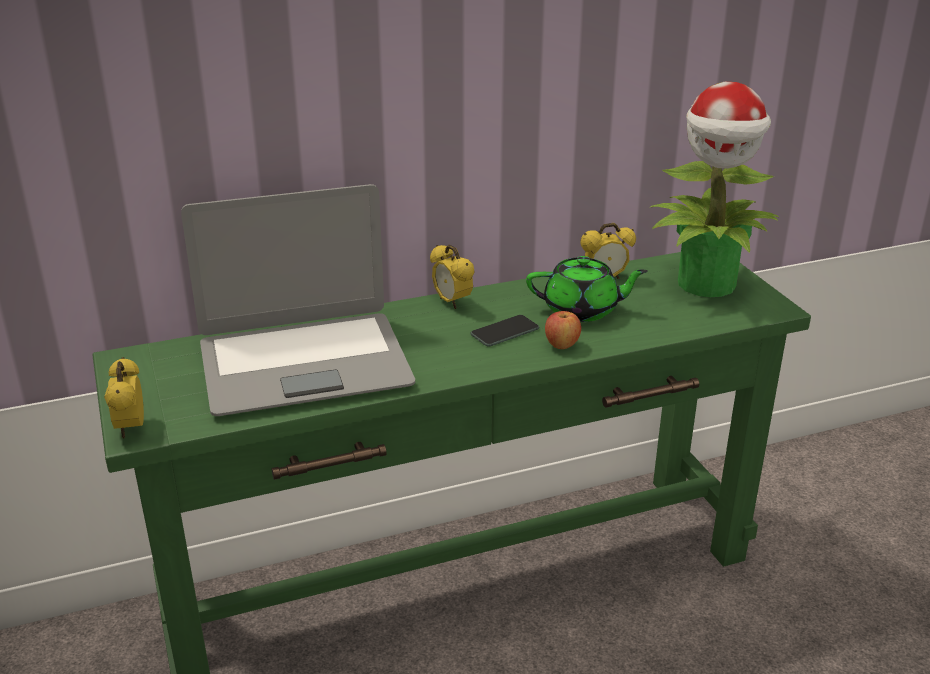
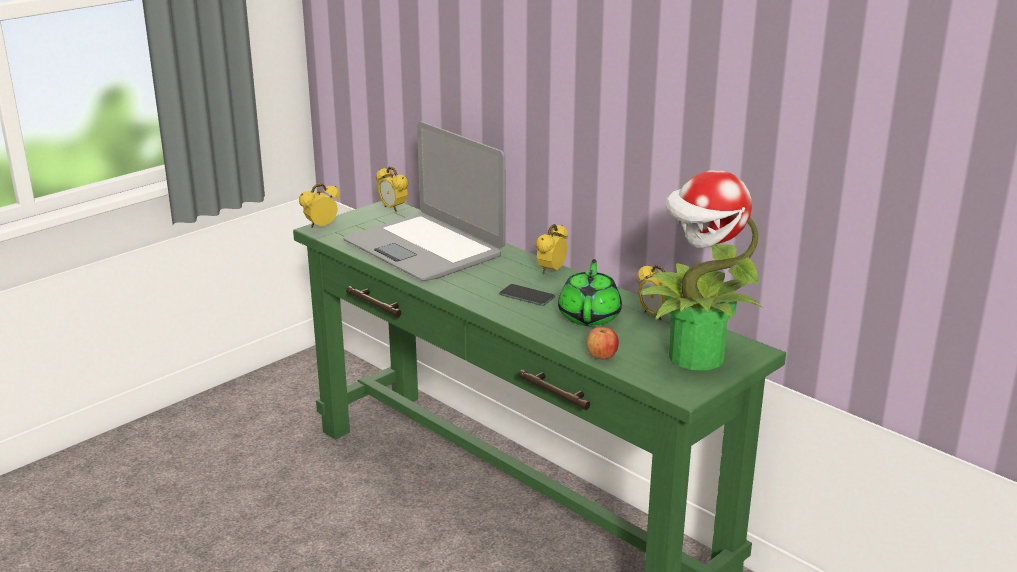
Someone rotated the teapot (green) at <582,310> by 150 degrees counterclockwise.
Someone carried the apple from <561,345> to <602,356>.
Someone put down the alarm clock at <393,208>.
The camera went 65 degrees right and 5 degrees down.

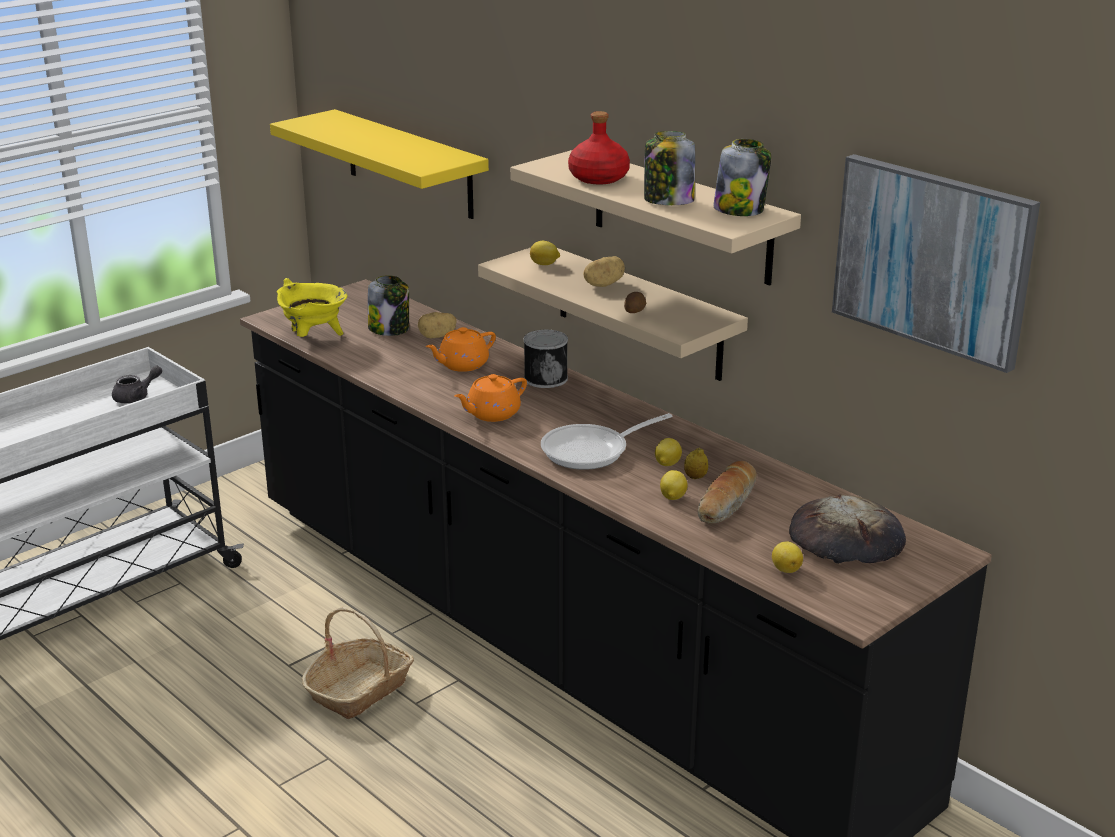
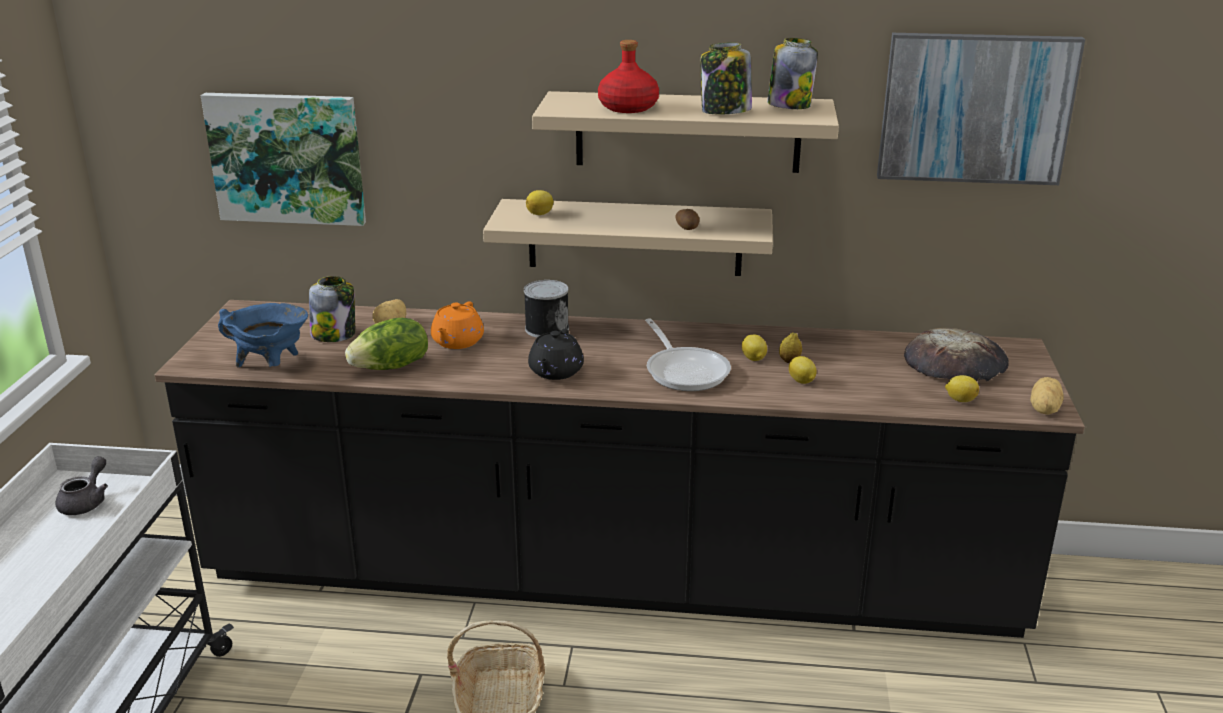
Someone swapped the shelf (yellow) at <409,164> for the picture at <287,158>.
Someone repainted the cooking pot (yellow) at <313,338>, which became the cooking pot (blue) at <271,366>.
Someone repainted the teapot (orange) at <492,414>, which became the teapot (black) at <555,372>.
Someone rotated the frying pan at <592,451> by 45 degrees counterclockwise.
Someone carried the potato from <603,284> to <1043,409>.
Someone took away the bread at <727,504>.
Someone put down the lettuce at <391,367>.
The camera went 40 degrees left and 0 degrees up.

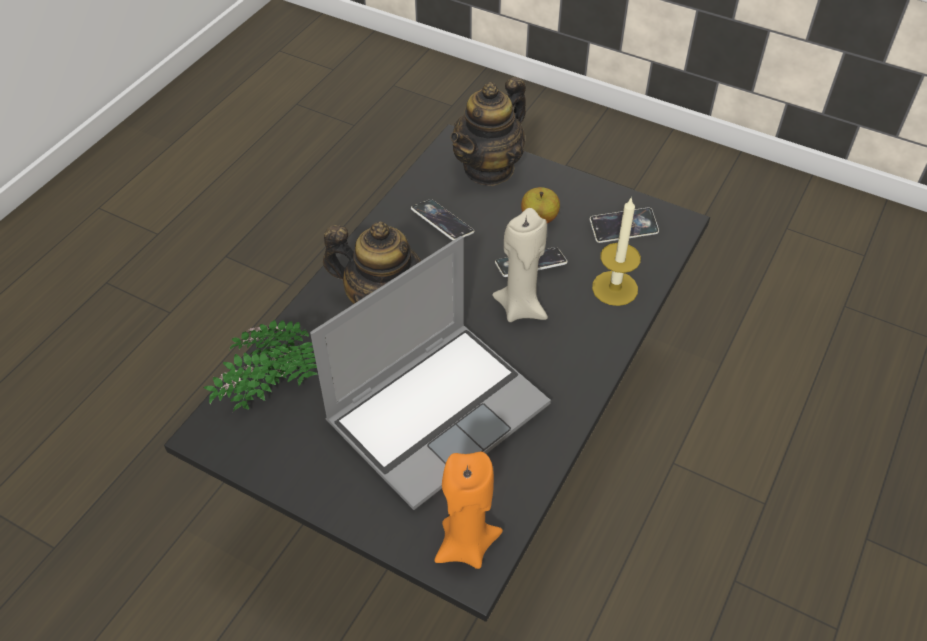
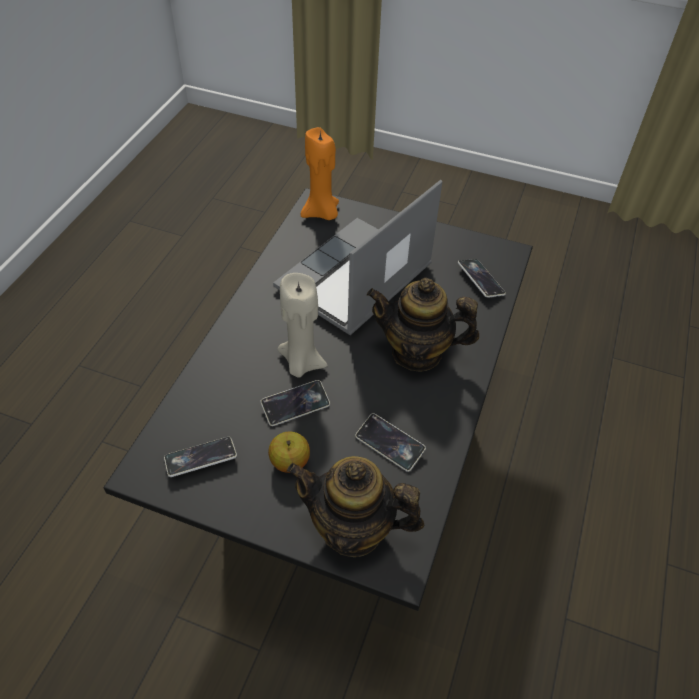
Someone swapped the potted plant at <268,392> for the phone at <480,280>.
Someone rotated the teapot at <489,168> by 105 degrees counterclockwise.
Someone took away the candle at <615,288>.
The camera went 170 degrees right and 0 degrees up.

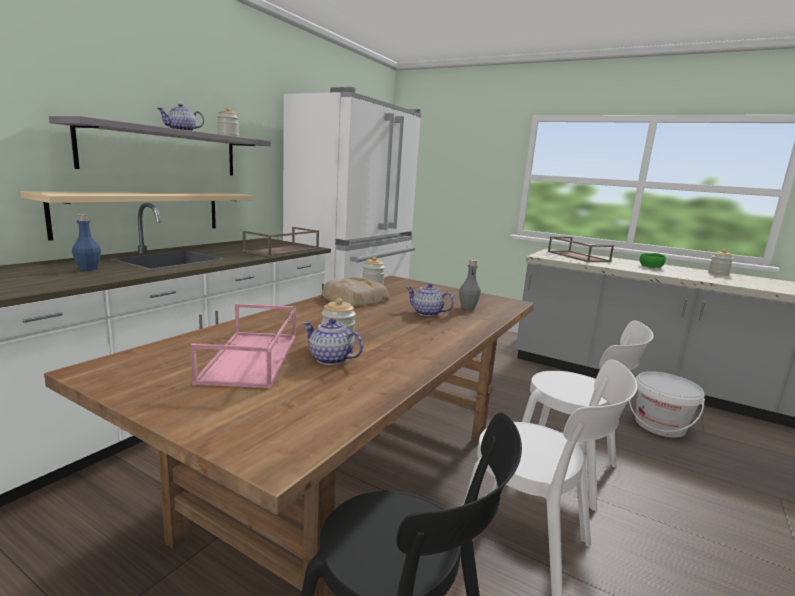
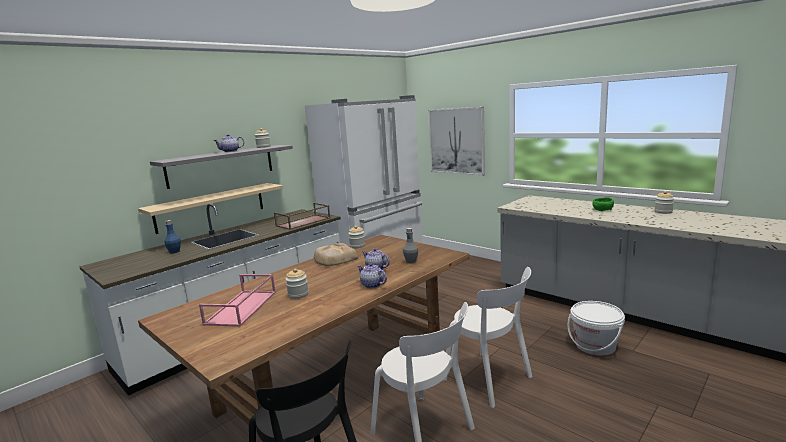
Someone carried the teapot from <330,359> to <372,285>.
Someone took away the tray (brown) at <577,256>.
Someone put up the picture at <456,141>.
The camera went 15 degrees right and 0 degrees up.

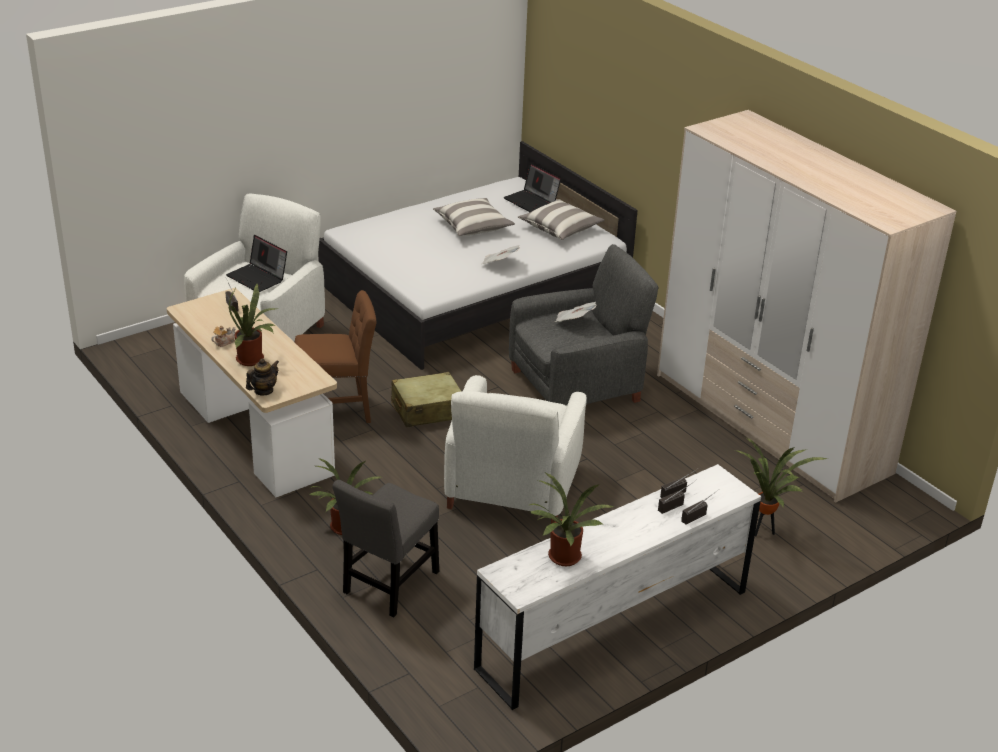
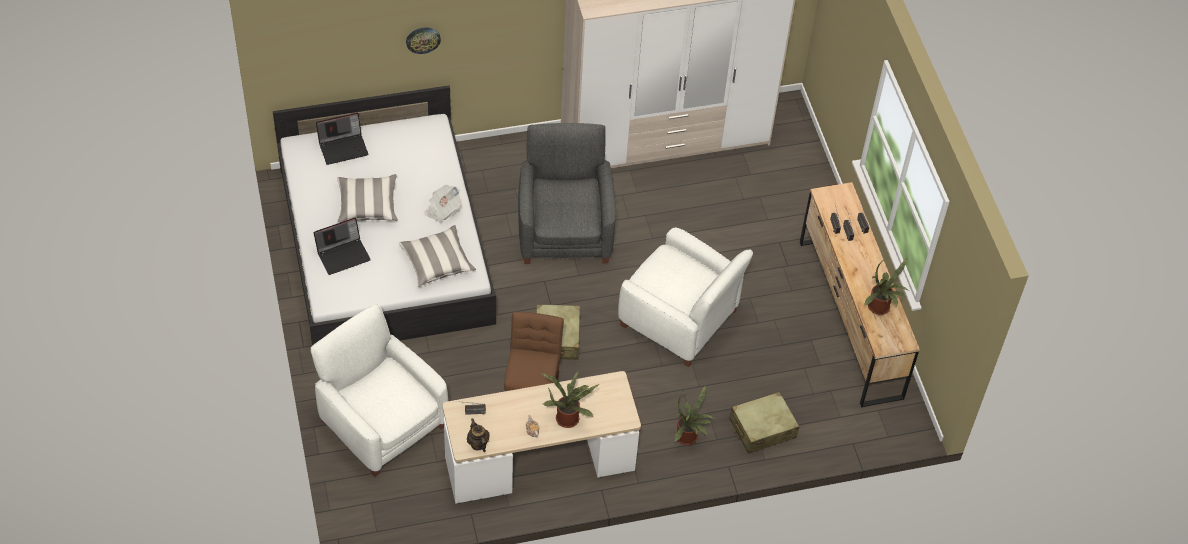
Someone carried the laptop from <258,278> to <343,254>.
Someone carried the teapot from <263,391> to <478,444>.
Someone swapped the chair (grey) at <389,585> for the suitcase (beige) at <762,428>.
Someone repainted the dresser (white) at <614,629>, which became the dresser (brown) at <849,318>.
Someone carried the pillow from <560,229> to <437,262>.
Someone took away the newspaper at <574,321>.
Someone took away the potted plant at <763,532>.
Someone put up the wall clock at <423,39>.
The camera went 70 degrees left and 20 degrees up.

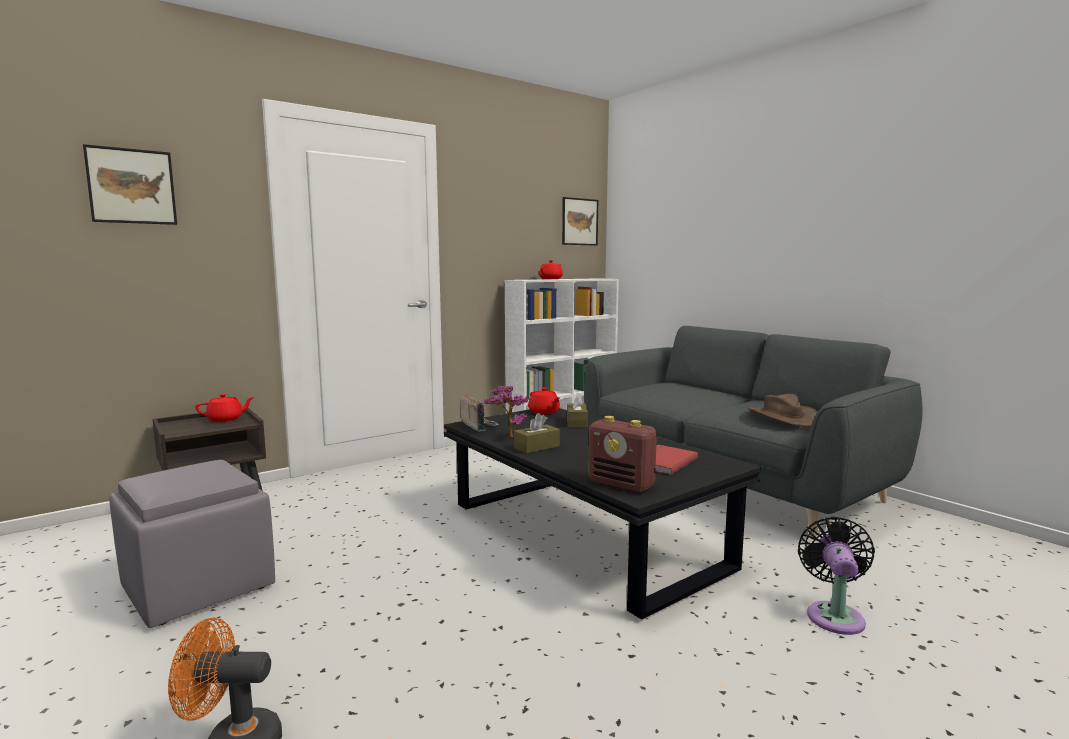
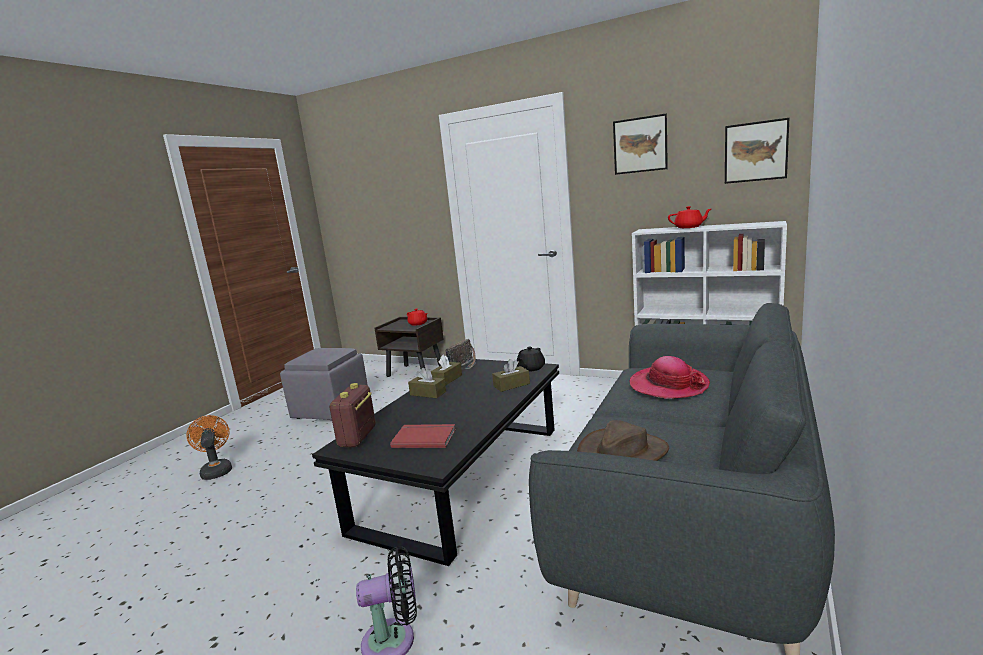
Someone carried the picture from <132,186> to <640,145>.
Someone swapped the potted plant at <508,436> for the tissue box (brown) at <447,379>.
Someone repainted the teapot (red) at <544,412>, which became the teapot (black) at <530,368>.
Someone put down the hat at <668,385>.
The camera went 65 degrees right and 5 degrees up.

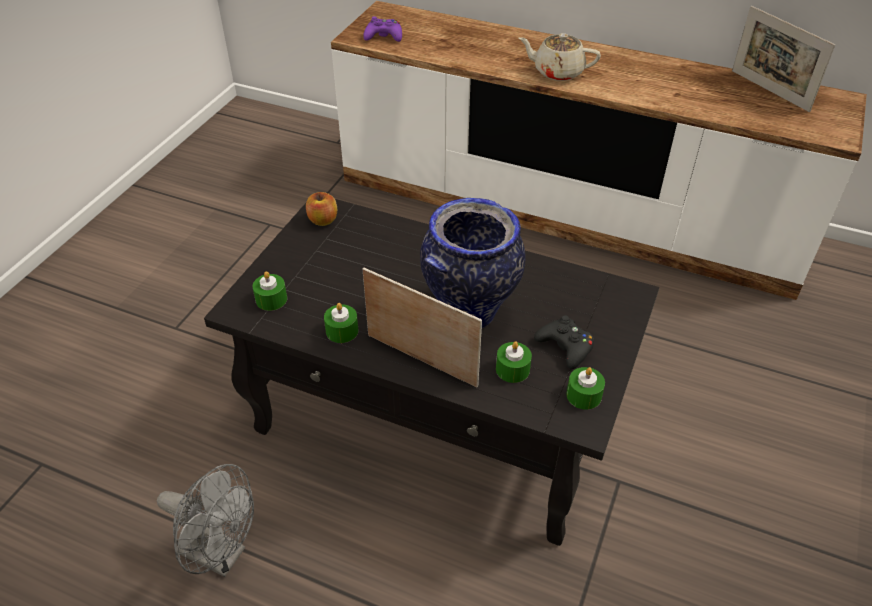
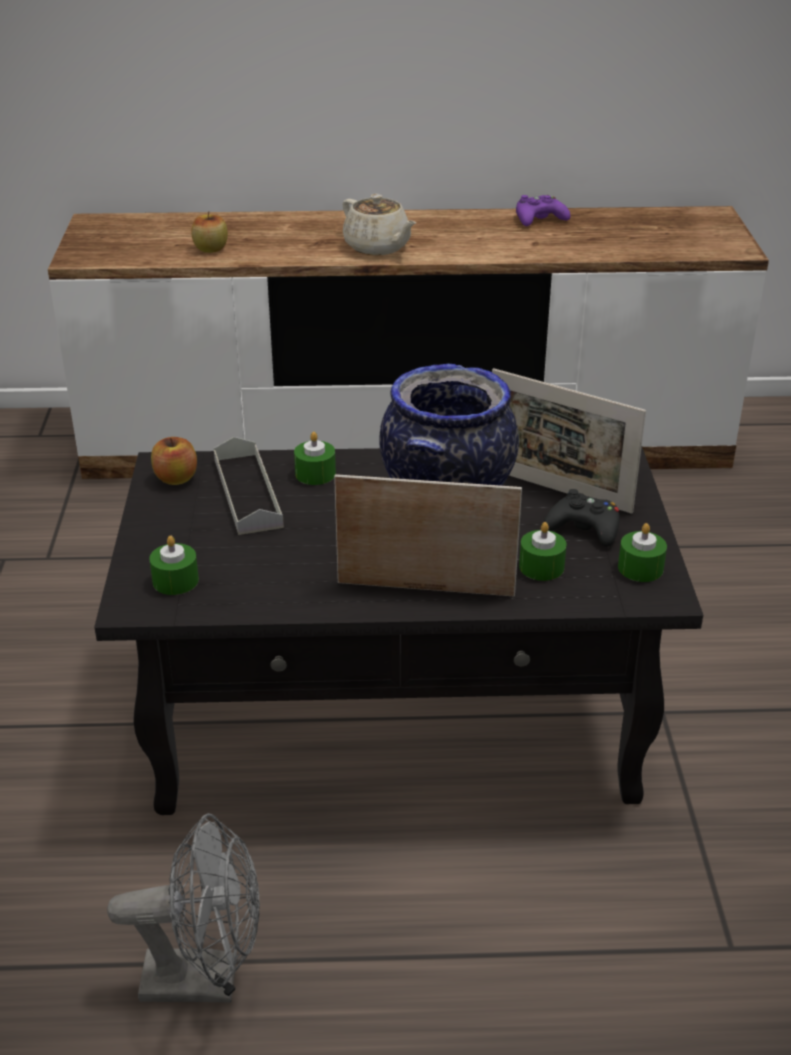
Someone carried the candle (green) from <342,331> to <315,474>.
Someone carried the game controller (purple) from <384,36> to <539,219>.
Someone rotated the teapot (beige) at <557,72> by 120 degrees counterclockwise.
Someone carried the picture frame from <769,90> to <558,490>.
Someone put down the apple at <210,249>.
Someone put down the tray (grey) at <247,492>.
The camera went 25 degrees left and 10 degrees down.

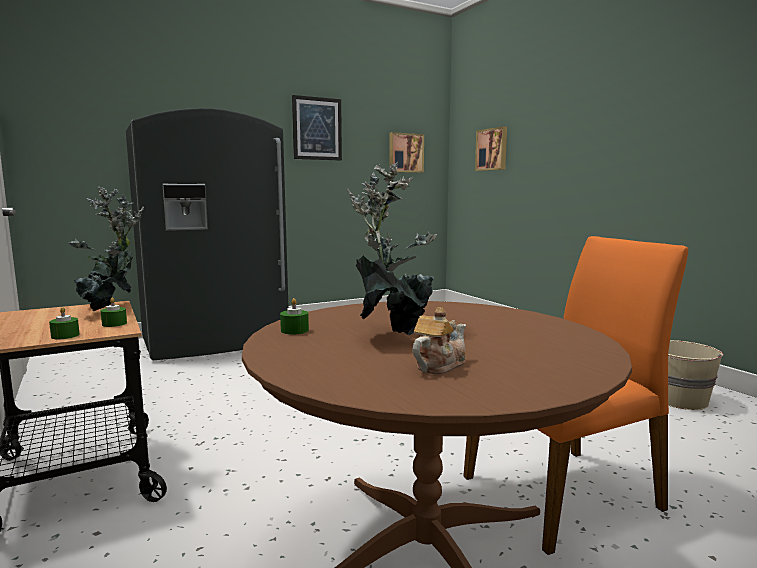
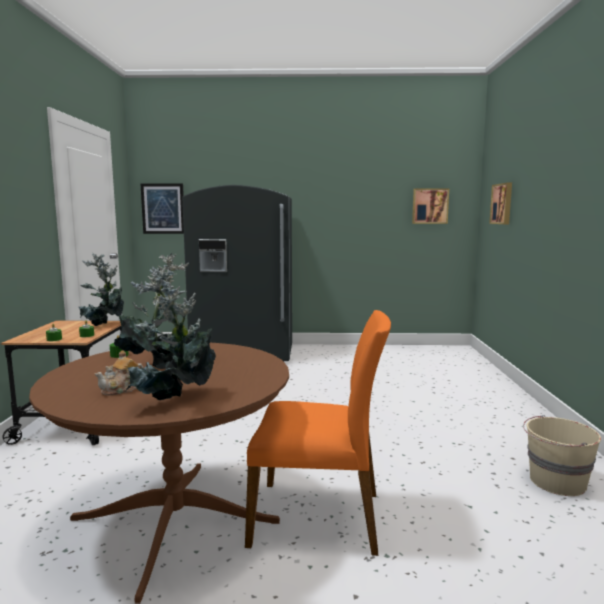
Someone carried the picture from <317,129> to <163,208>.
Someone rotated the teapot at <438,365> by 150 degrees clockwise.
Someone put down the potted plant at <175,402>.
The camera went 30 degrees right and 0 degrees up.

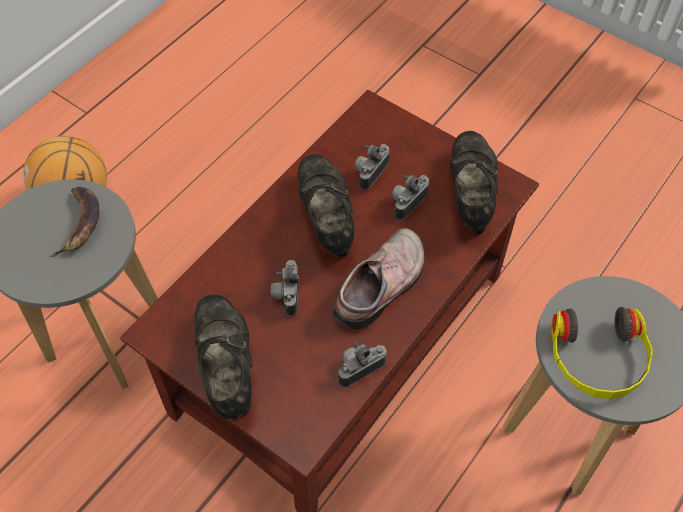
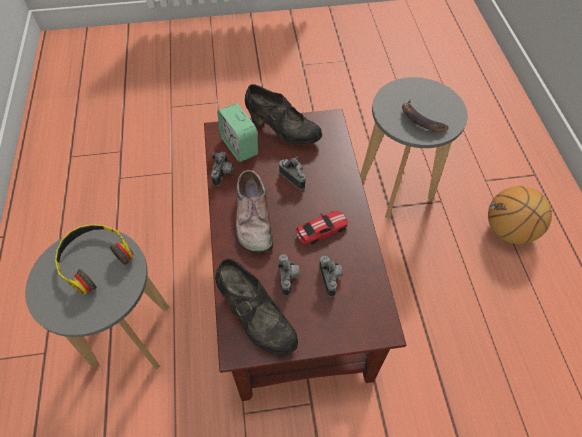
Someone swapped the shoe (black) at <326,218> for the toy car at <321,230>.
Someone put down the alarm clock at <239,146>.
The camera went 135 degrees right and 0 degrees up.

